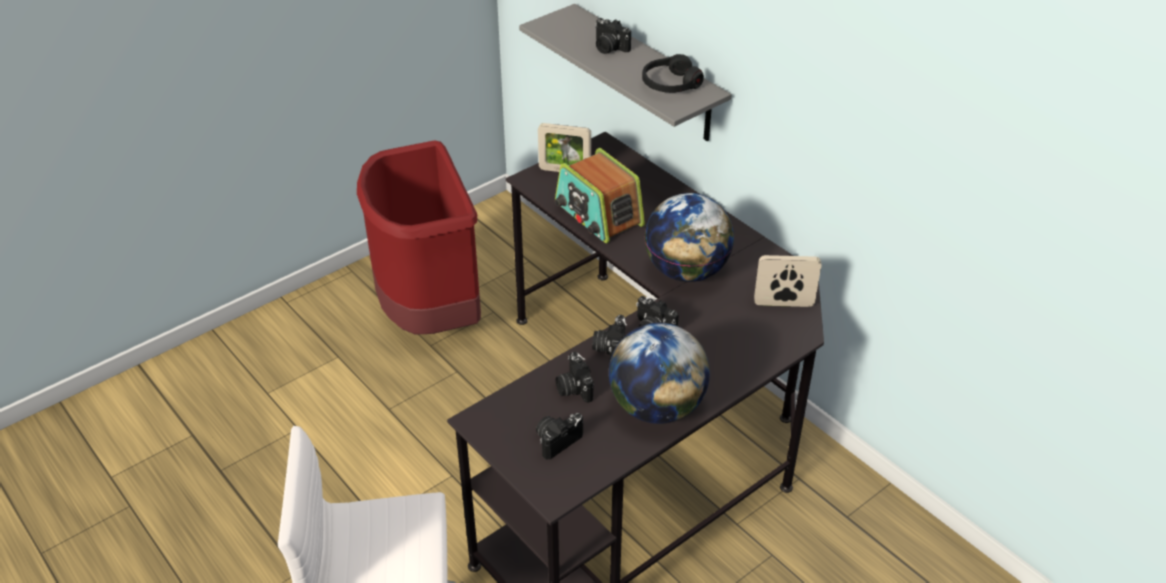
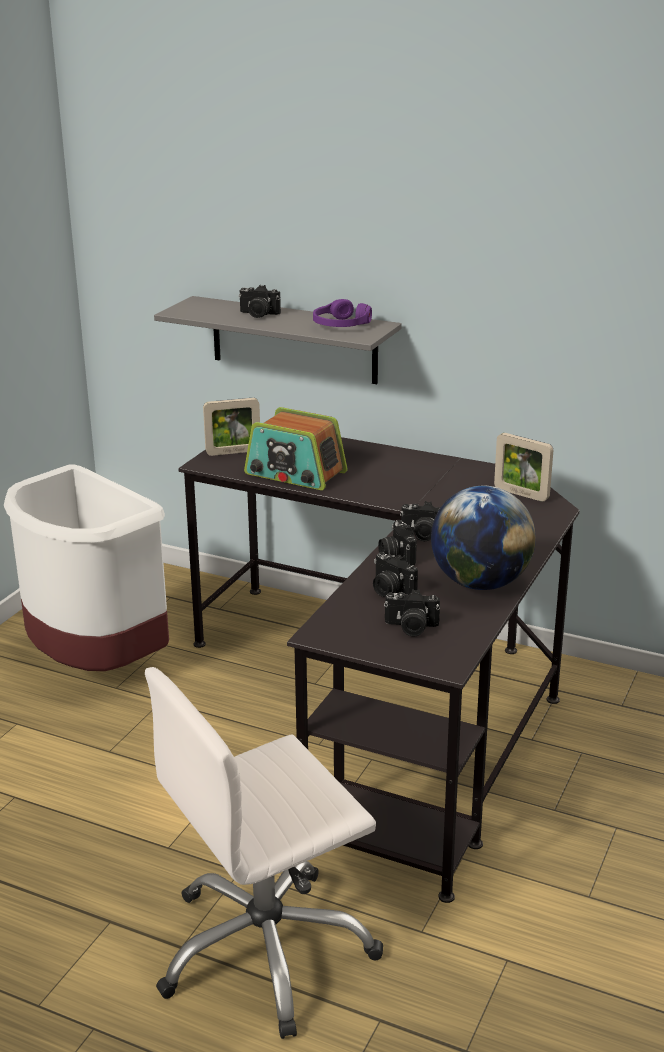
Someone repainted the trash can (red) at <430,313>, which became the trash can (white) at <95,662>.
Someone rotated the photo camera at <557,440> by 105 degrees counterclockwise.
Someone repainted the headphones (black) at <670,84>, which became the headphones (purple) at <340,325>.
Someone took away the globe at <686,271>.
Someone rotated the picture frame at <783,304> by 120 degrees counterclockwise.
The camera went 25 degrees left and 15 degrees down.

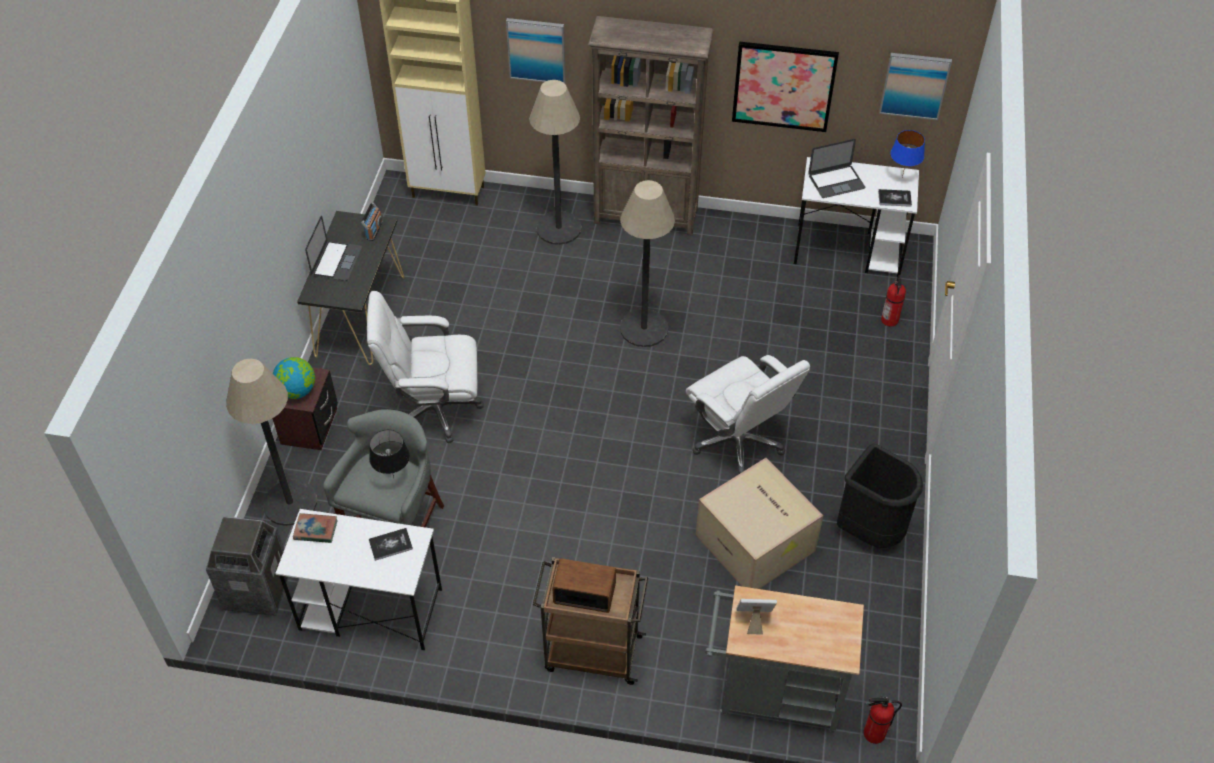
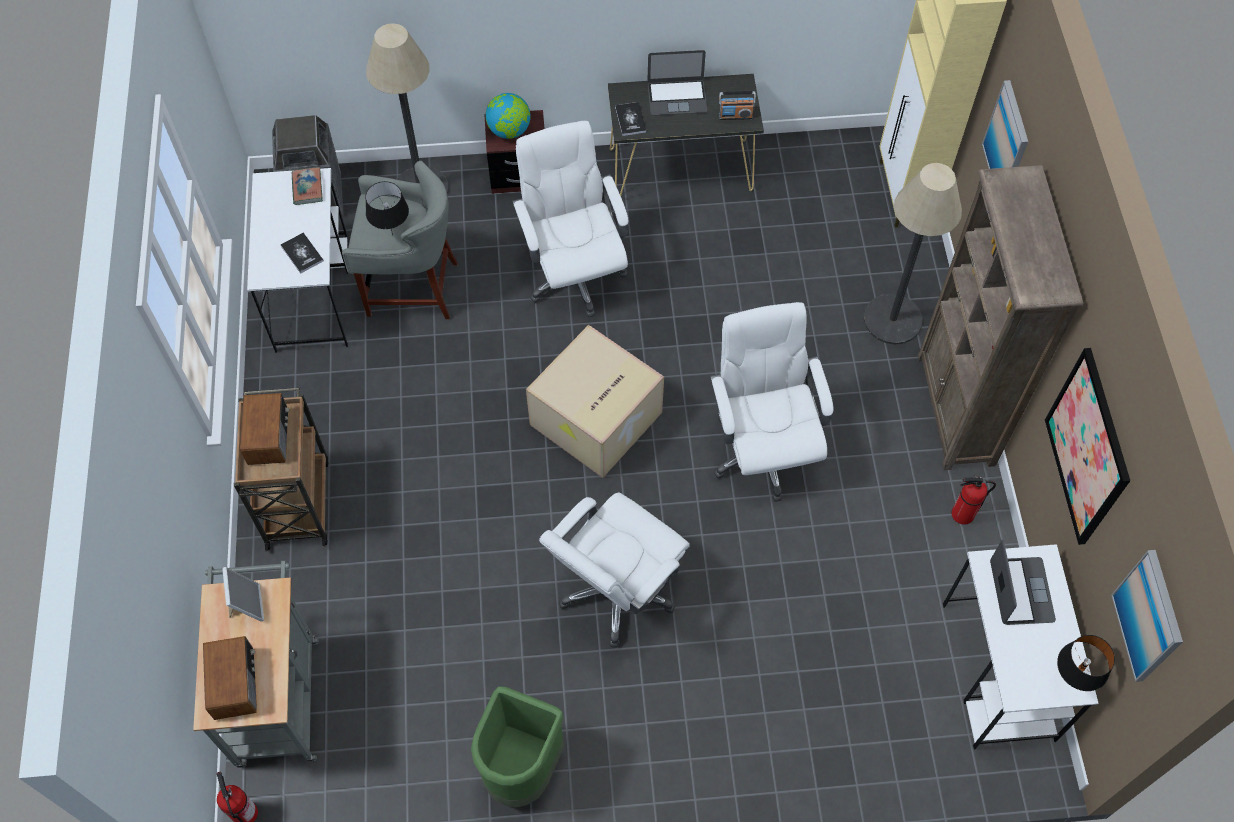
Someone swapped the floor lamp at <644,328> for the office chair (white) at <762,450>.
Someone carried the cardboard box from <757,543> to <596,420>.
Someone rotated the laptop at <836,181> by 150 degrees counterclockwise.
Someone repainted the trash can (black) at <870,530>, which became the trash can (green) at <523,769>.
Someone carried the book from <894,198> to <630,119>.
Someone carried the fire extinguisher from <890,320> to <962,514>.
Someone repainted the table lamp (blue) at <901,177>, which became the table lamp (black) at <1070,680>.
Someone put down the radio at <235,683>.
The camera went 75 degrees right and 10 degrees up.

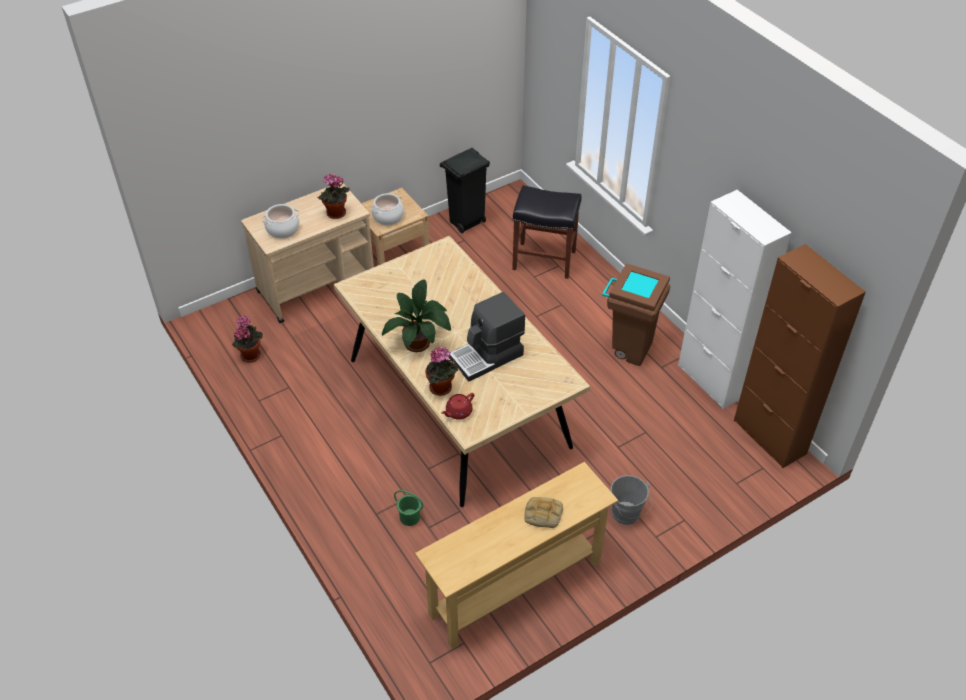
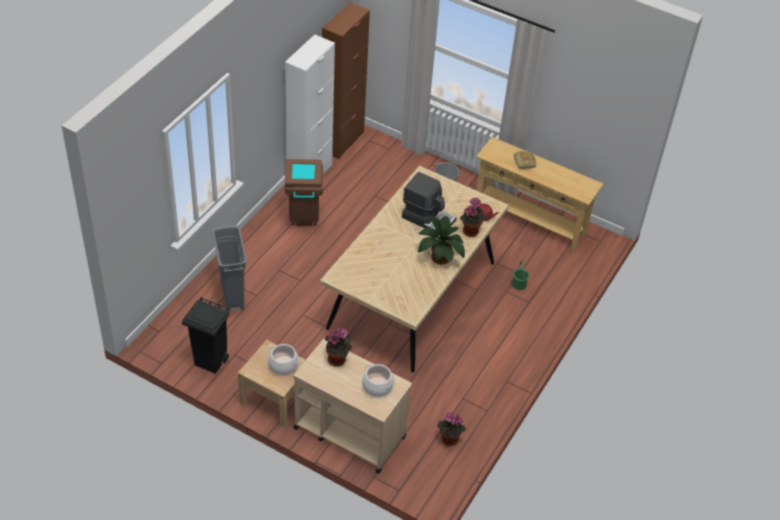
Someone swapped the stool (black) at <545,260> for the trash can (grey) at <232,294>.
The camera went 120 degrees left and 0 degrees up.

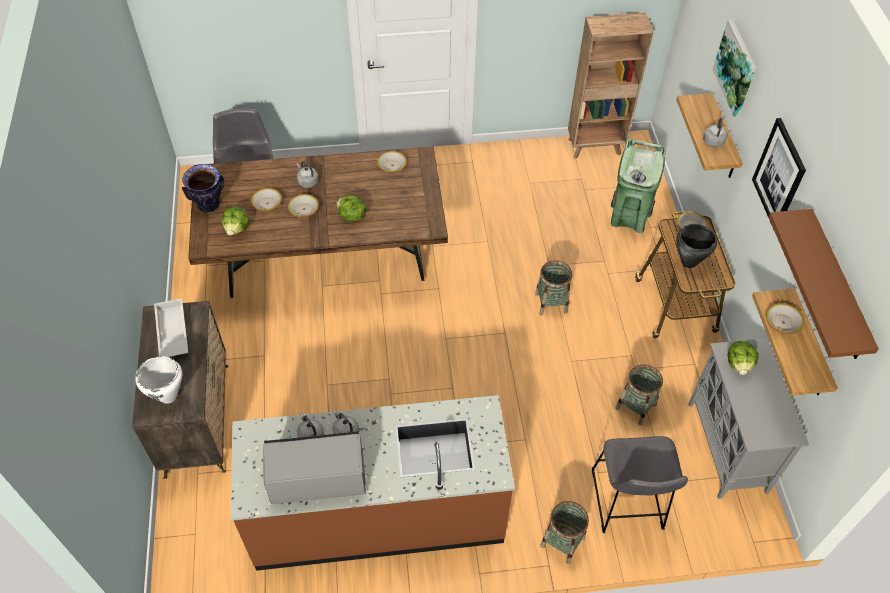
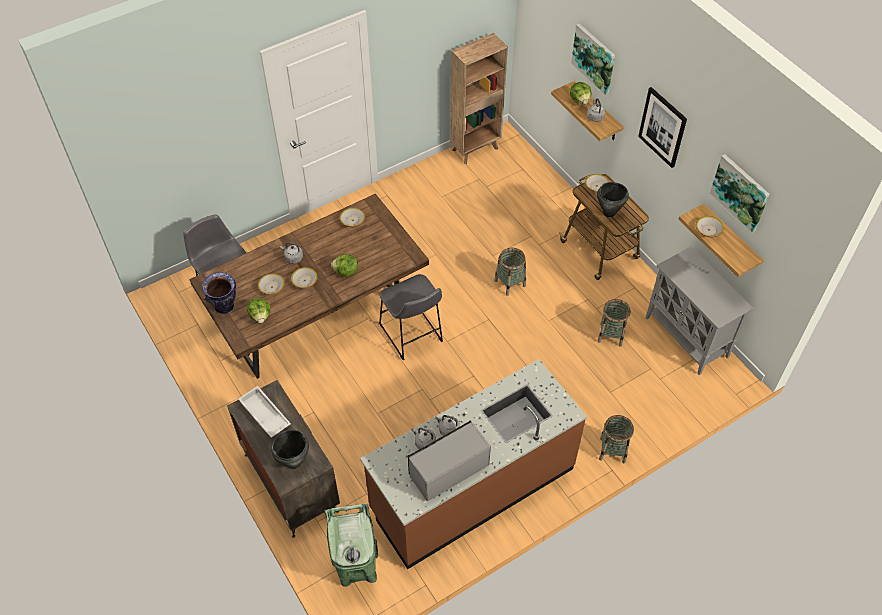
Someone repainted the cooking pot (white) at <168,396>, which became the cooking pot (black) at <294,462>.
Someone carried the stool (grey) from <627,504> to <412,336>.
Someone carried the trash can (green) from <629,218> to <357,568>.
Someone carried the lettuce from <739,364> to <580,100>.
Someone swapped the shelf (brown) at <836,287> for the picture at <740,192>.
The camera went 25 degrees left and 0 degrees up.

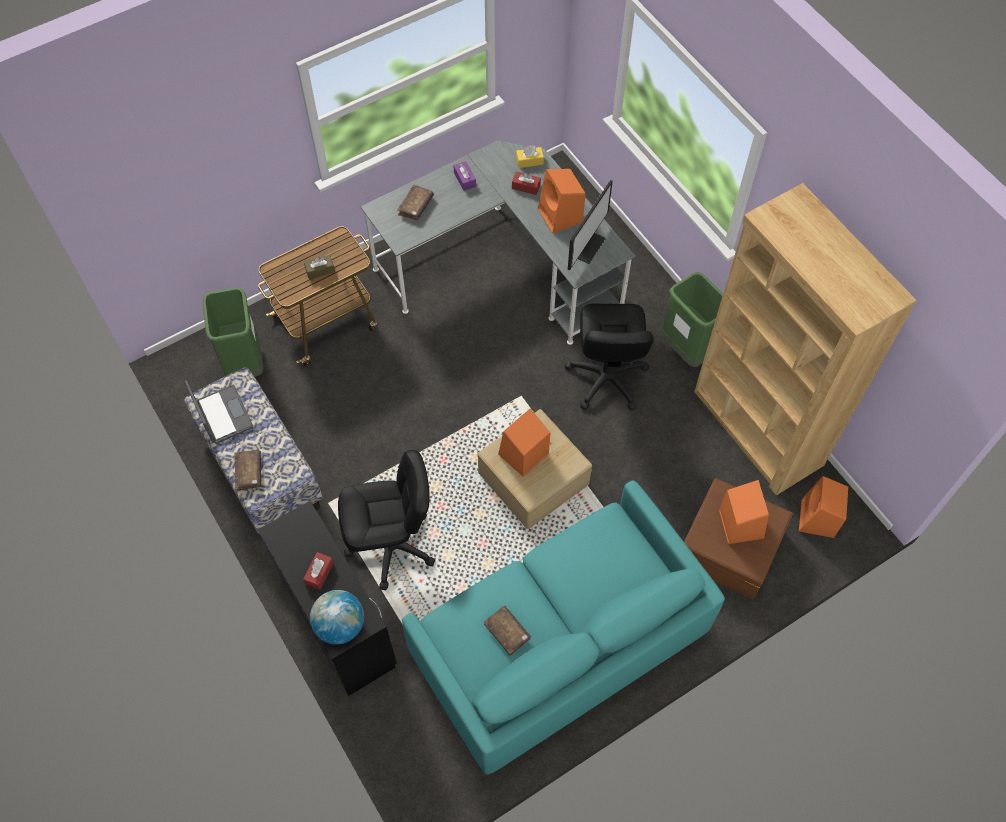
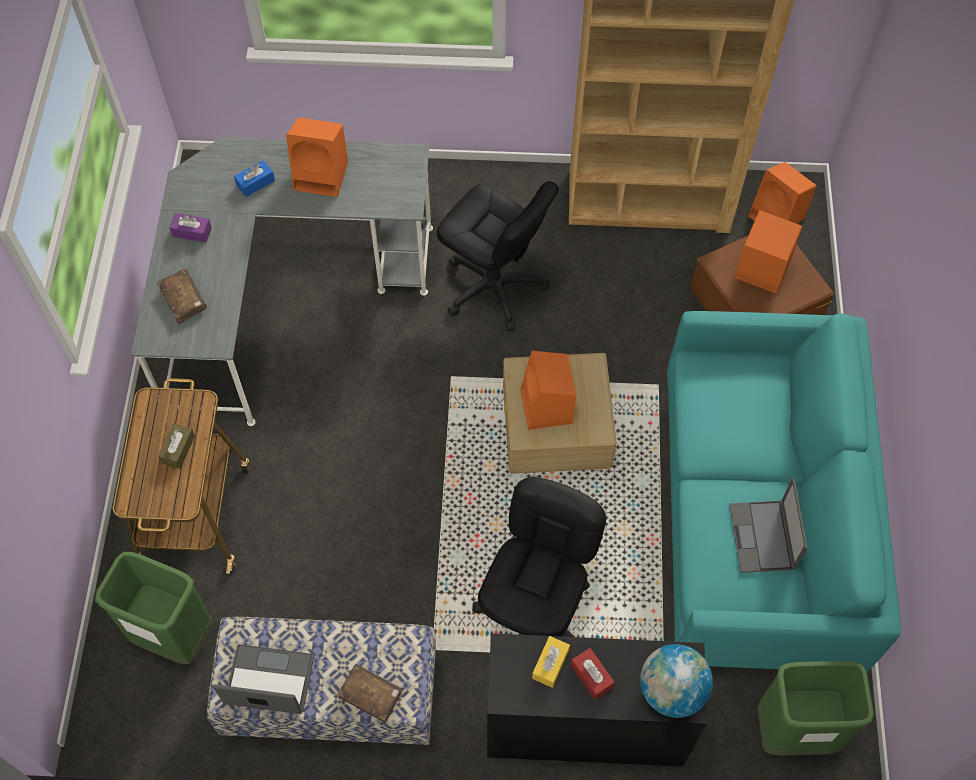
Someone swapped the book (brown) at <507,632> for the laptop at <762,537>.
Someone repainted the tissue box (red) at <526,187>, which became the tissue box (blue) at <255,183>.
Someone carried the tissue box (yellow) from <529,161> to <550,664>.
Someone took away the monitor at <587,246>.
Someone carried the trash can (green) from <688,349> to <795,731>.
The camera went 55 degrees left and 0 degrees up.

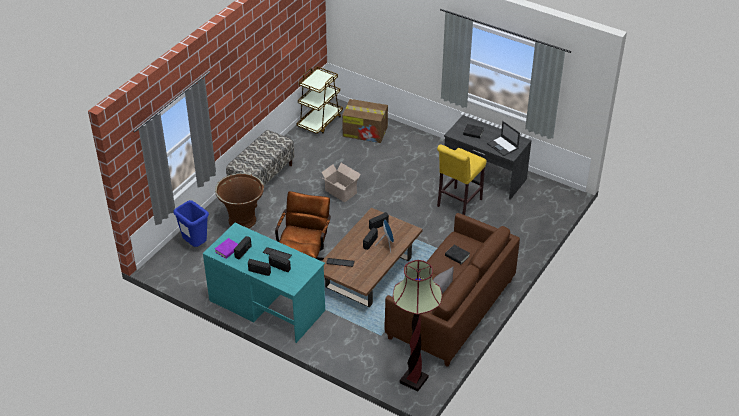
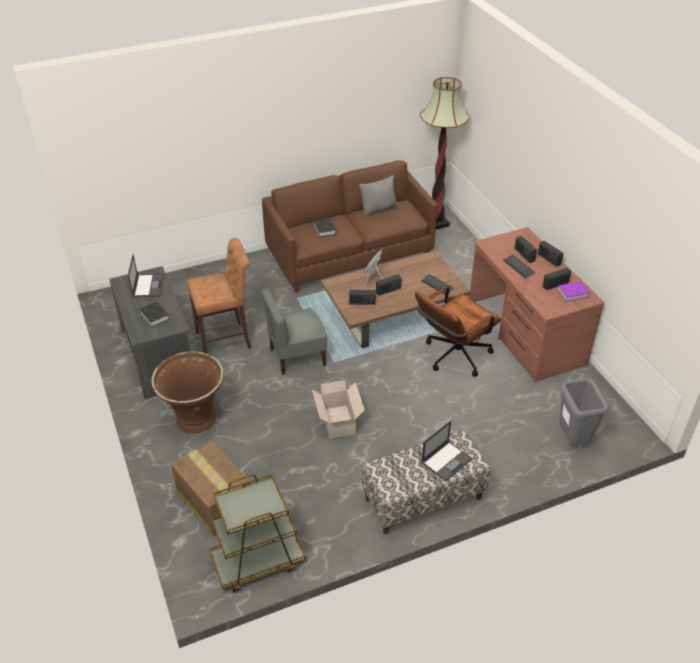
Someone repainted the trash can (blue) at <195,245>, which became the trash can (grey) at <573,440>.
Someone repainted the desk (turquoise) at <267,305>, which became the desk (brown) at <525,333>.
Someone carried the planter (brown) from <242,220> to <195,419>.
Someone repainted the stool (yellow) at <457,204>, which became the stool (brown) at <226,340>.
Someone put down the chair (grey) at <297,356>.
Someone put down the laptop at <446,460>.
The camera went 145 degrees left and 0 degrees up.

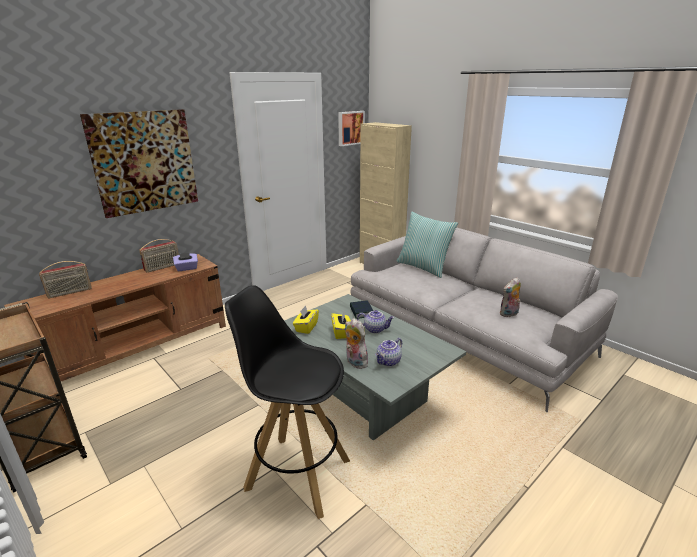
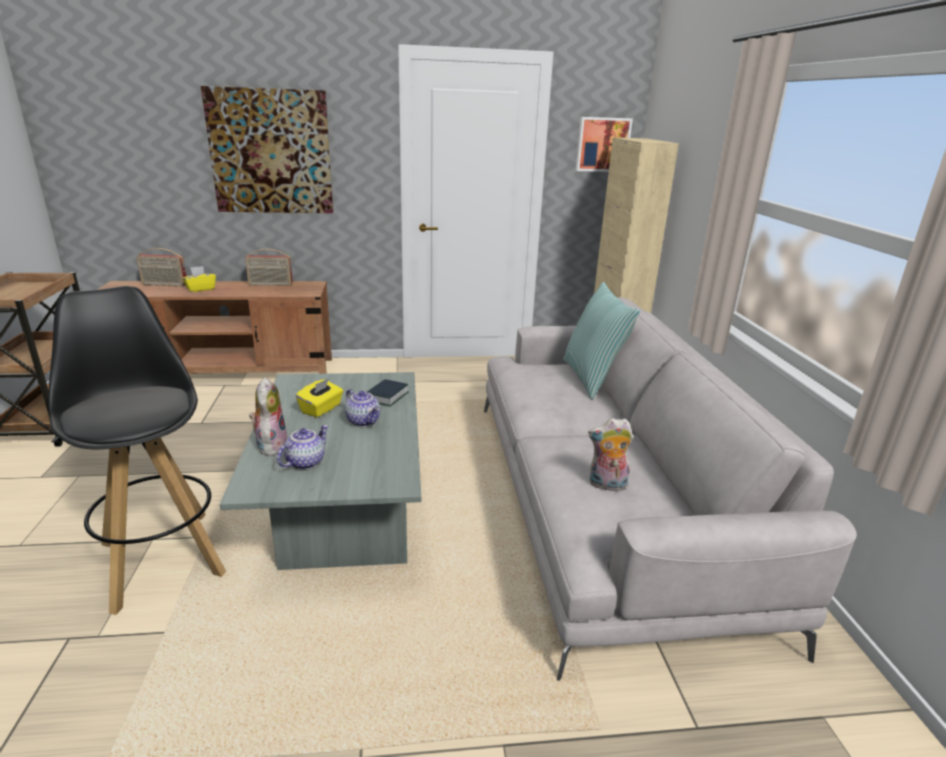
Someone took away the tissue box (purple) at <187,268>.
Someone carried the tissue box (yellow) from <306,327> to <200,289>.
Someone rotated the teapot at <388,362> by 135 degrees clockwise.
The camera went 35 degrees right and 0 degrees up.

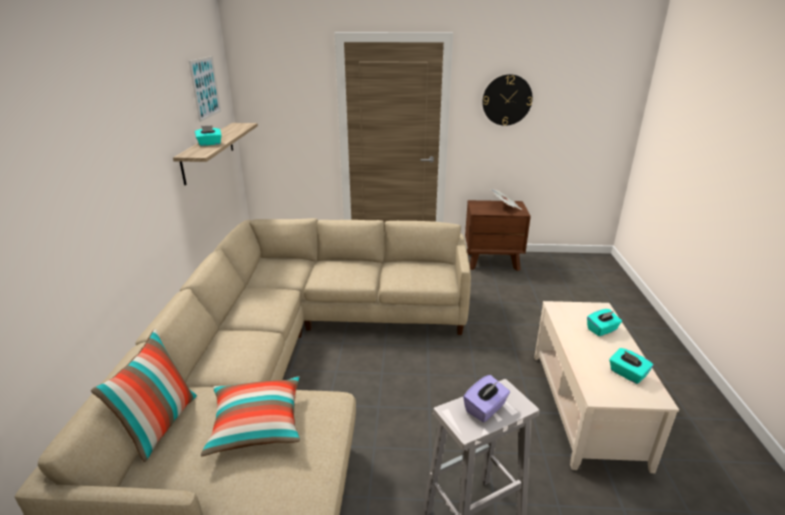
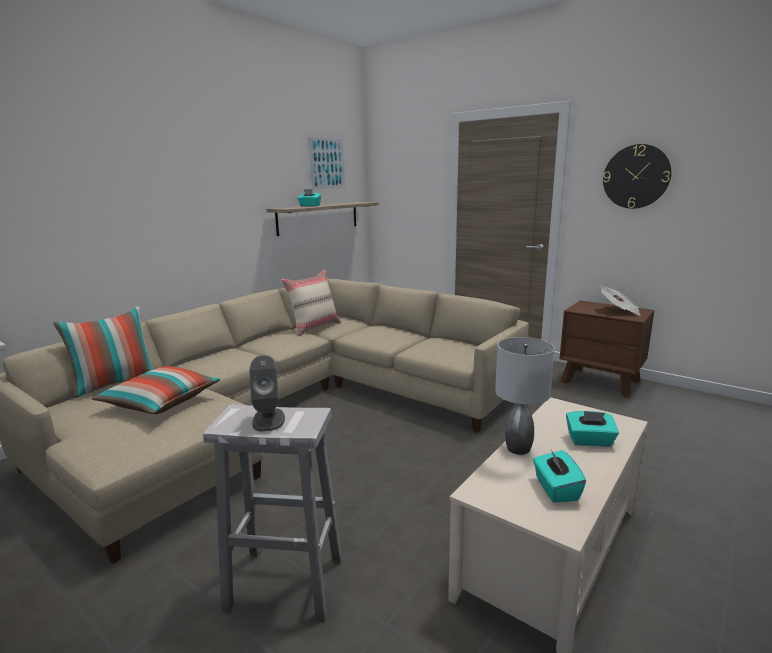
Someone swapped the tissue box (purple) at <485,409> for the speaker (grey) at <268,419>.
Someone put down the pillow (beige) at <314,327>.
Someone put down the table lamp (grey) at <517,449>.
The camera went 35 degrees right and 10 degrees down.

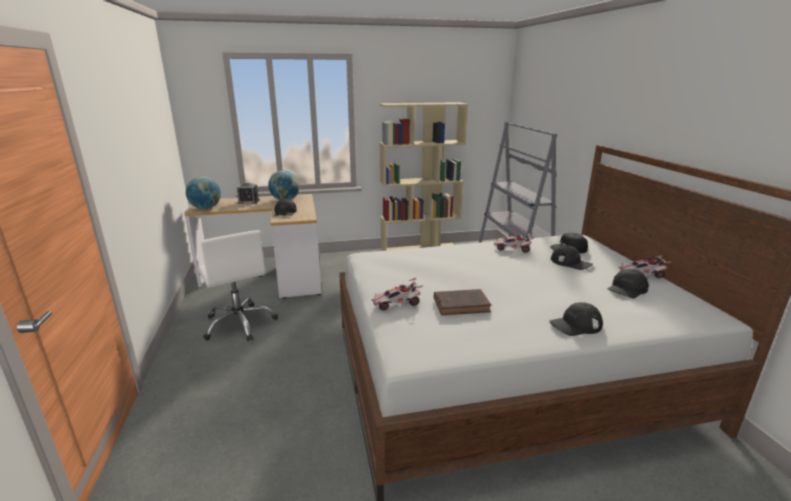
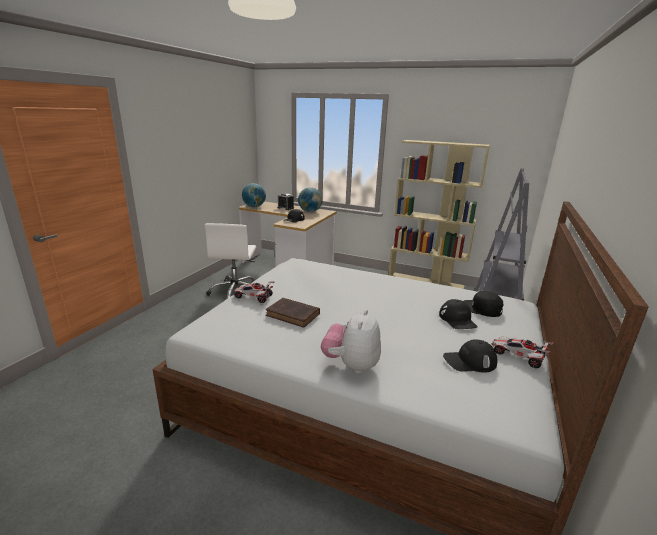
Someone took away the toy car at <512,249>.
Someone swapped the cap (black) at <575,325> for the plush toy at <351,365>.
The camera went 35 degrees right and 0 degrees up.

